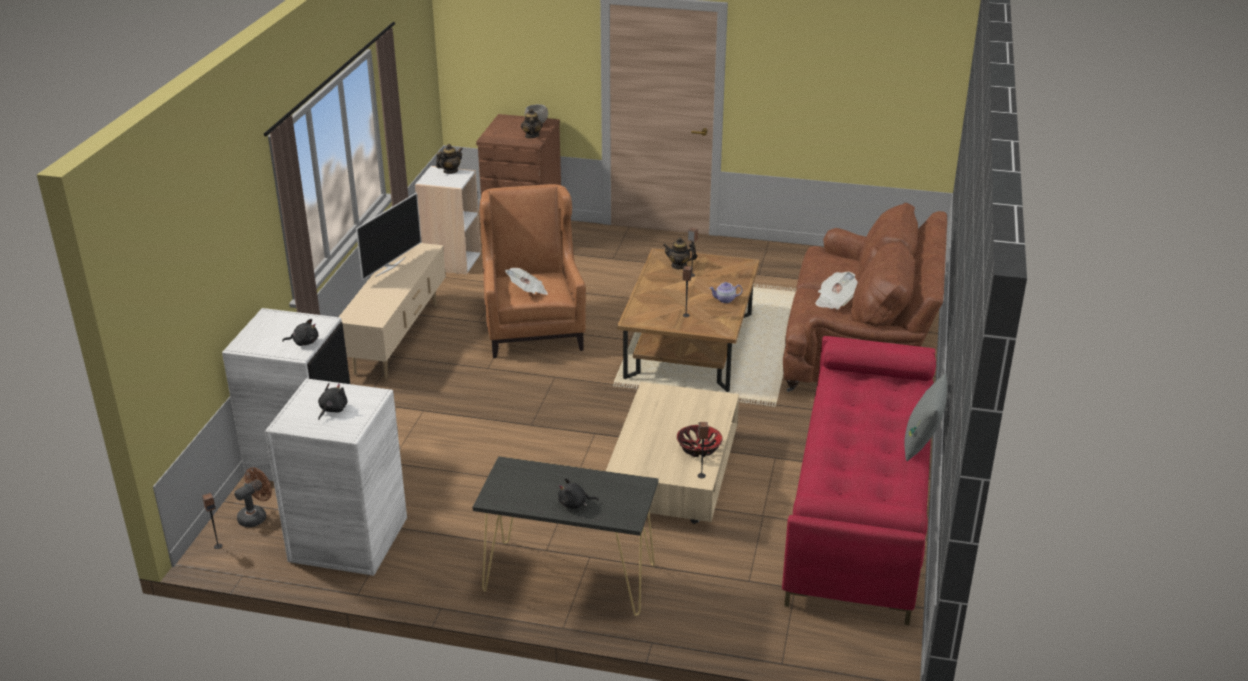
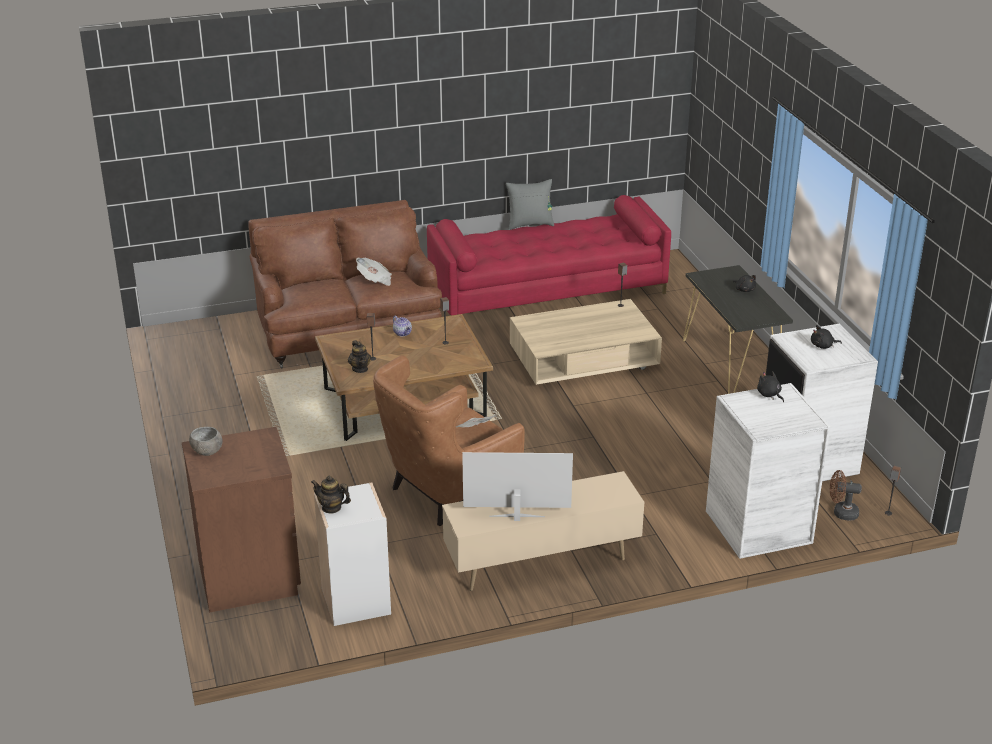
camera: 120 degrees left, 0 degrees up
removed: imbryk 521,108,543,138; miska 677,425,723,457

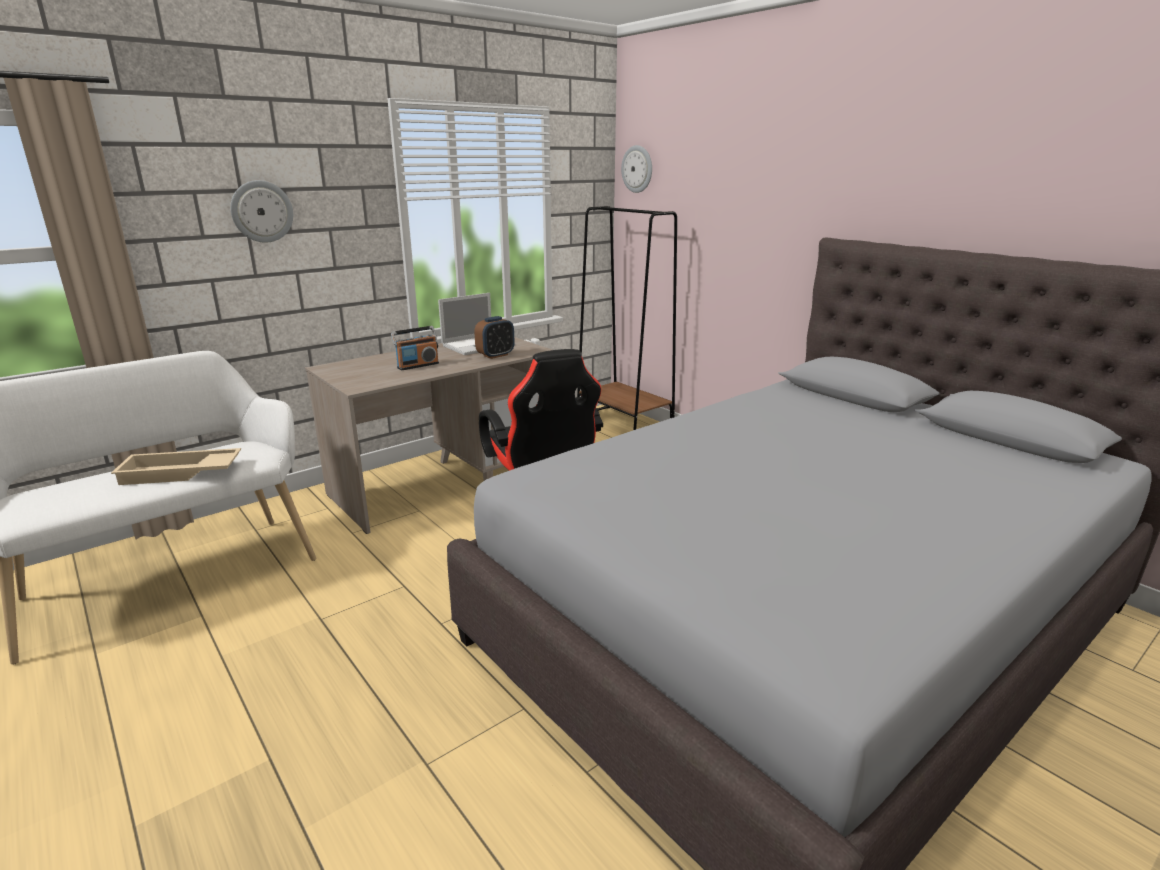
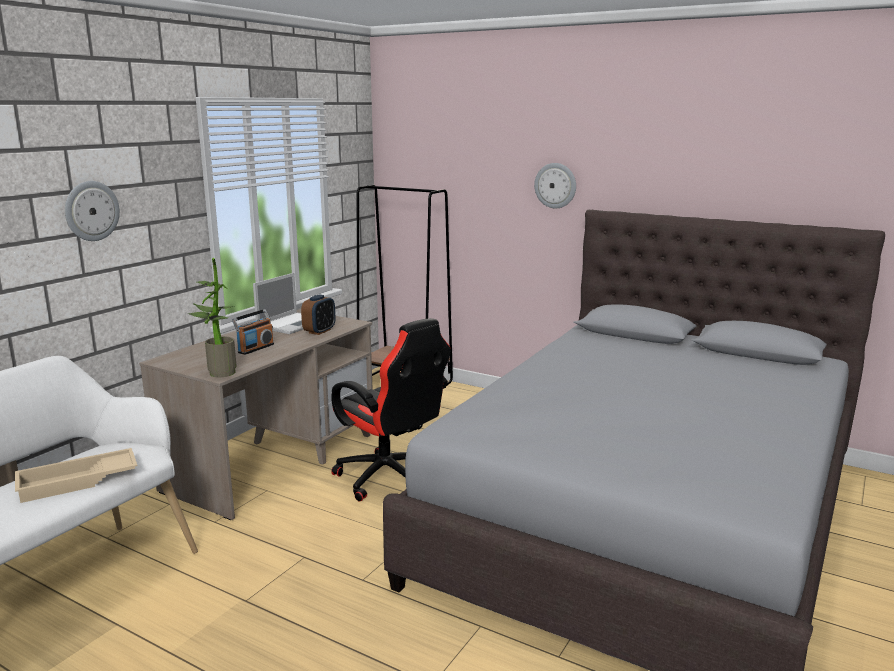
camera: 20 degrees left, 5 degrees down
added: roślina doniczkowa 188,257,237,377
moved: zegar ścienny 621,145,652,193 to 534,163,576,209

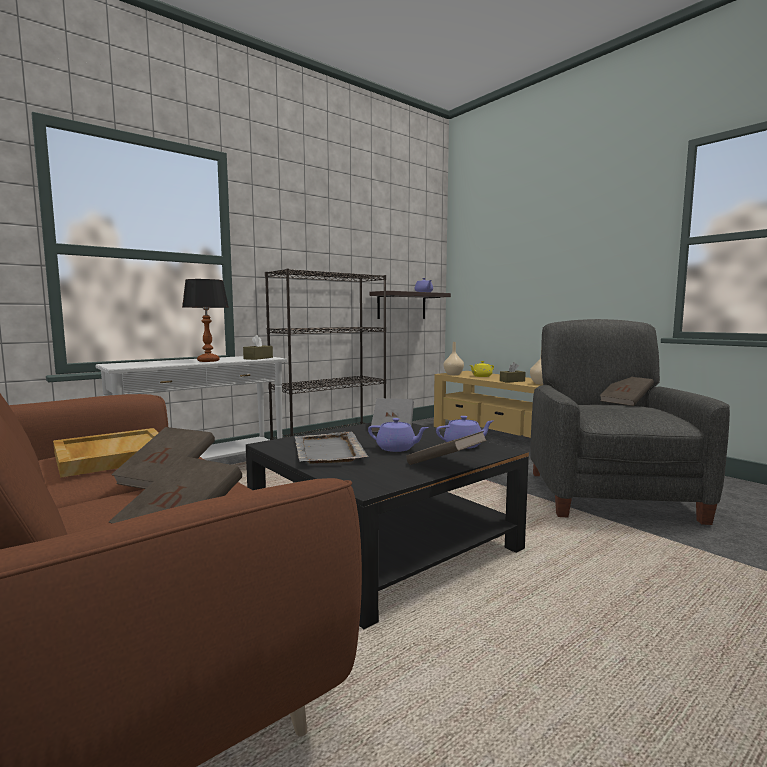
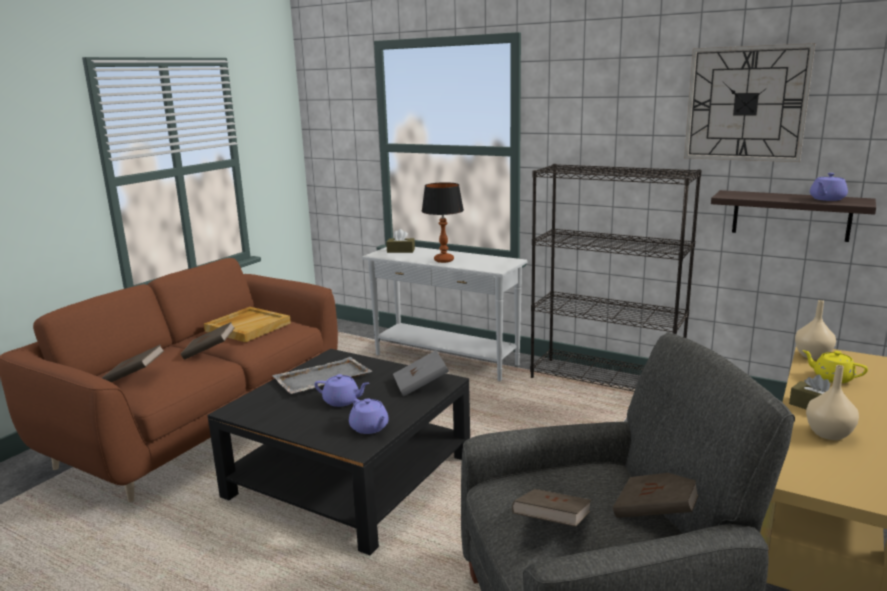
camera: 70 degrees right, 10 degrees up
added: zegar ścienny 684,43,816,162
moved: pudełko chusteczek [brązowy] 243,335,273,360 to 386,229,415,253; książka [brązowy] 407,431,487,465 to 512,489,592,527
turned: imbryk [fioletowy] 368,418,429,452 = 314,374,369,407 75 degrees counterclockwise

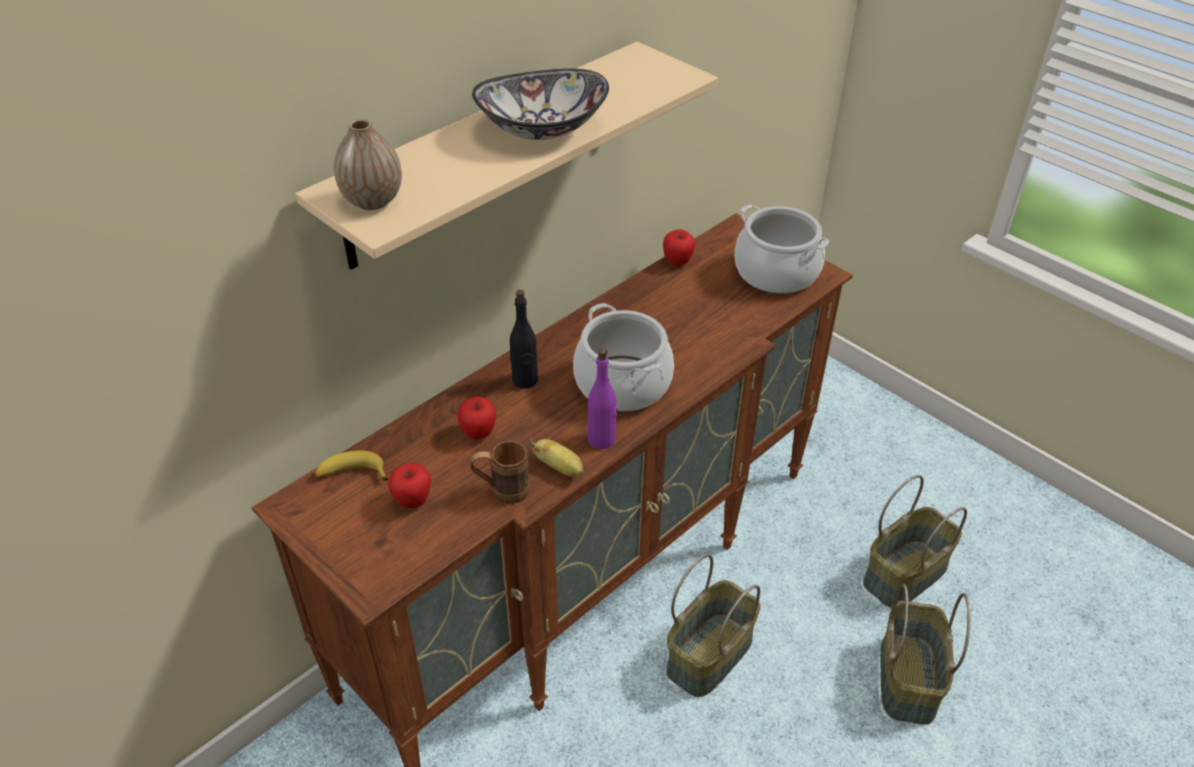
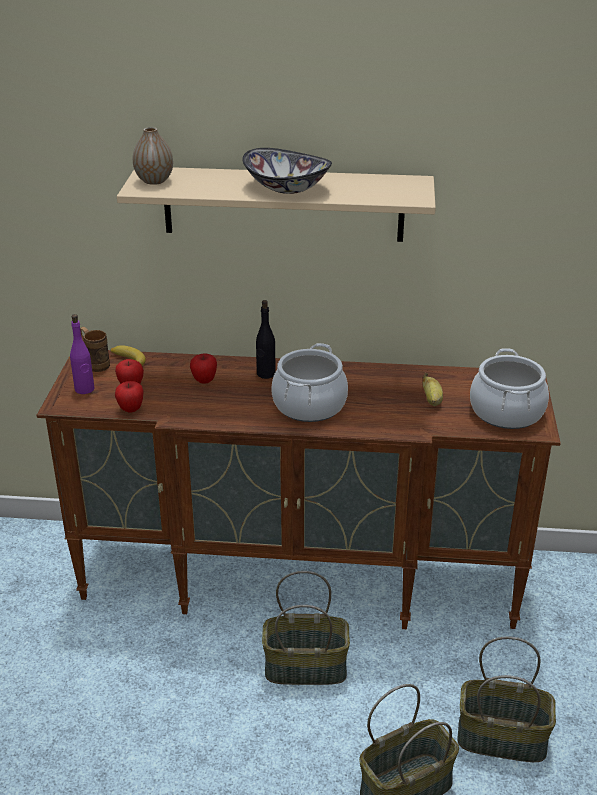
camera: 50 degrees right, 10 degrees down
moved: kubek [brązowy] 470,441,529,504 to 80,327,110,372; banan 529,438,583,476 to 423,373,443,406; butelka [fioletowy] 588,348,617,449 to 70,314,94,394; jabłko 663,229,695,266 to 115,381,143,413

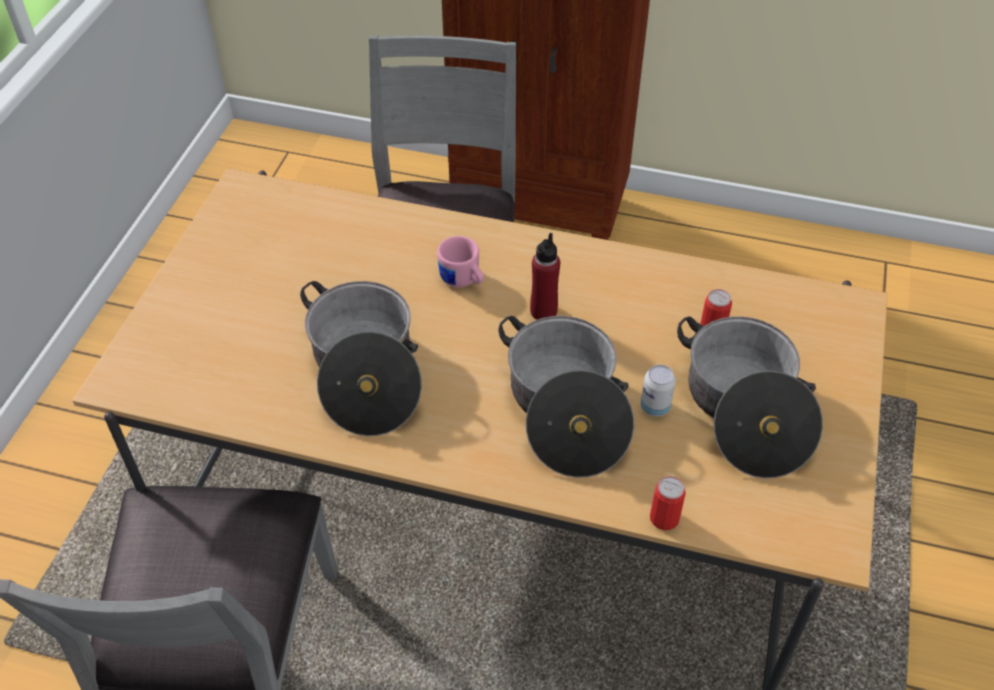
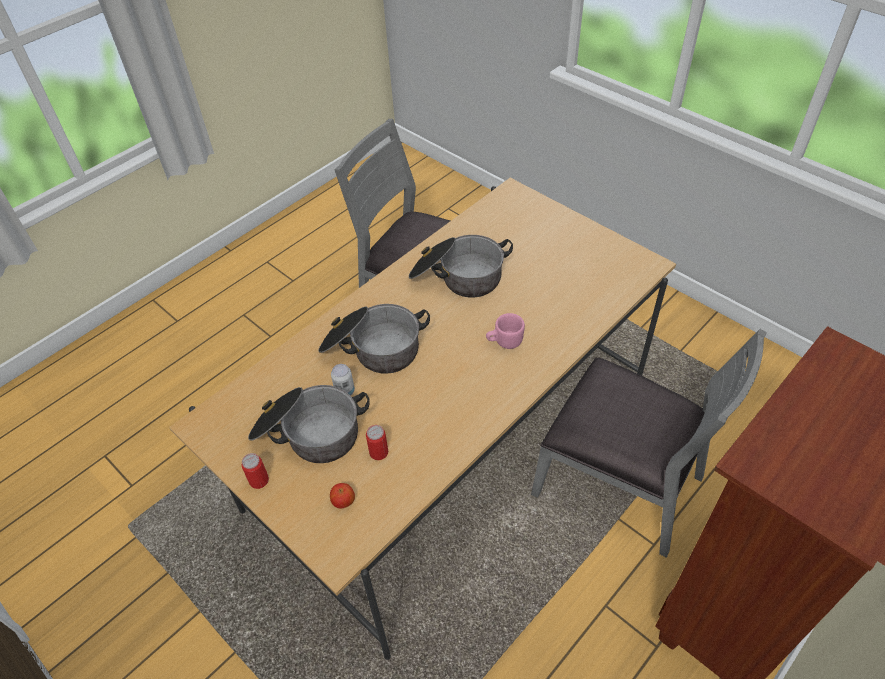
camera: 120 degrees right, 0 degrees up
removed: butelka [czerwony] 530,233,560,320
added: jabłko 330,483,355,508
moved: puszka 650,476,686,530 to 241,453,269,489

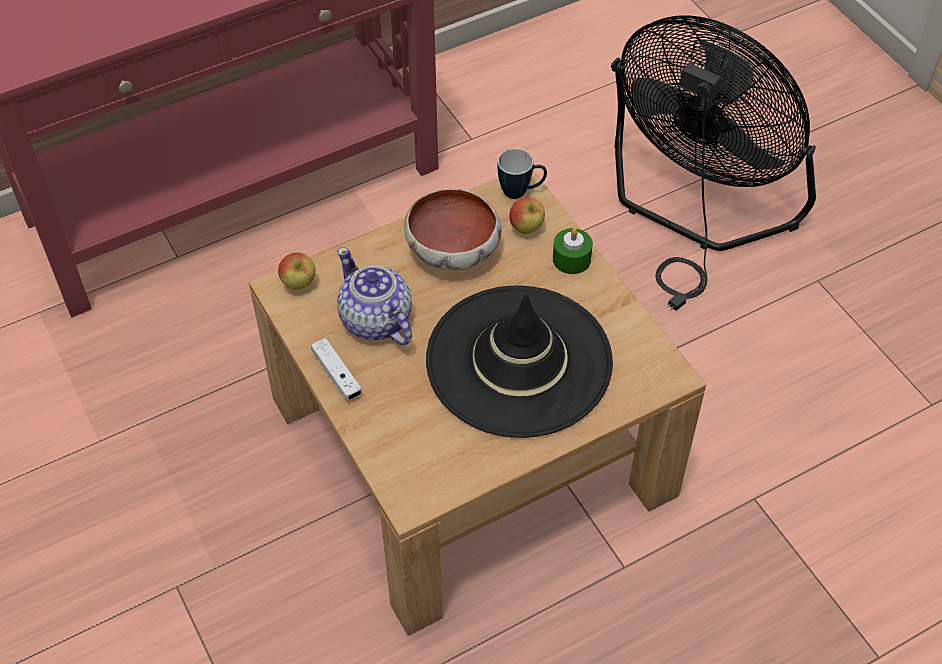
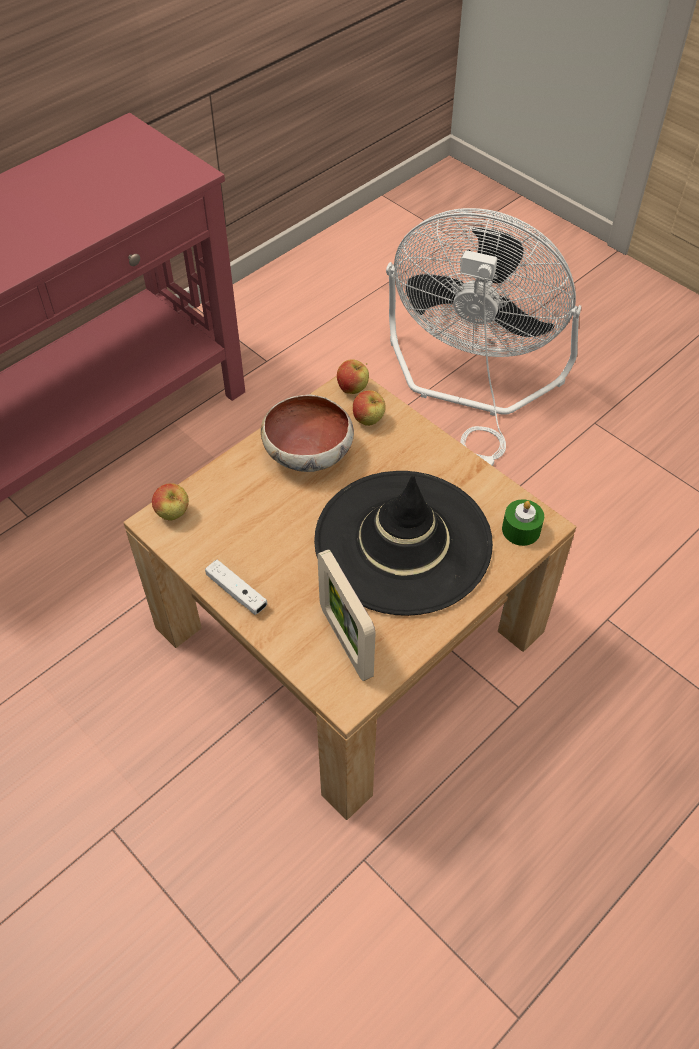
camera: 15 degrees left, 0 degrees up
removed: imbryk 337,247,412,345
added: ramka na zdjęcie 317,549,376,681
moved: świeca [zielony] 553,228,593,274 to 502,499,544,546
replaced: kubek 497,148,547,199 to jabłko 337,359,369,394
recoloured: wentylator [czarny] 611,15,816,311 to wentylator [biały] 386,208,581,466

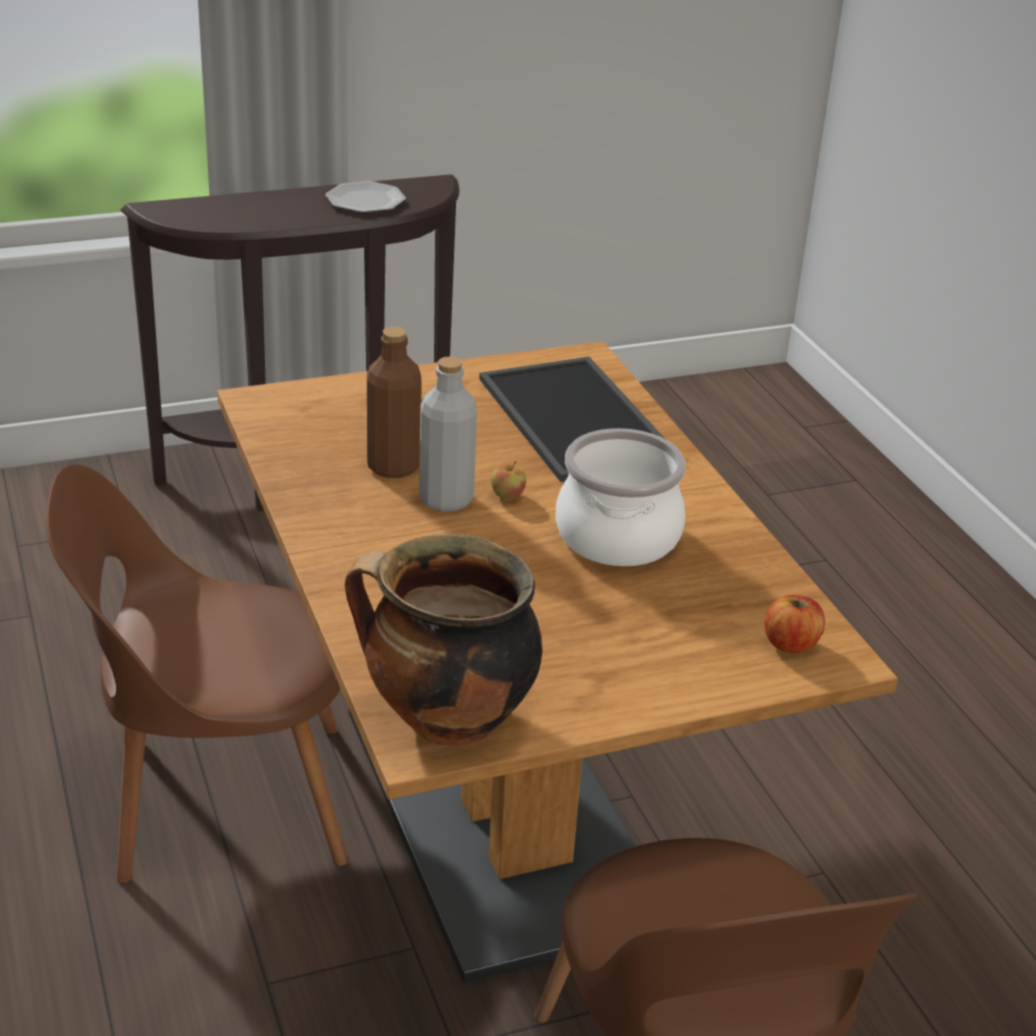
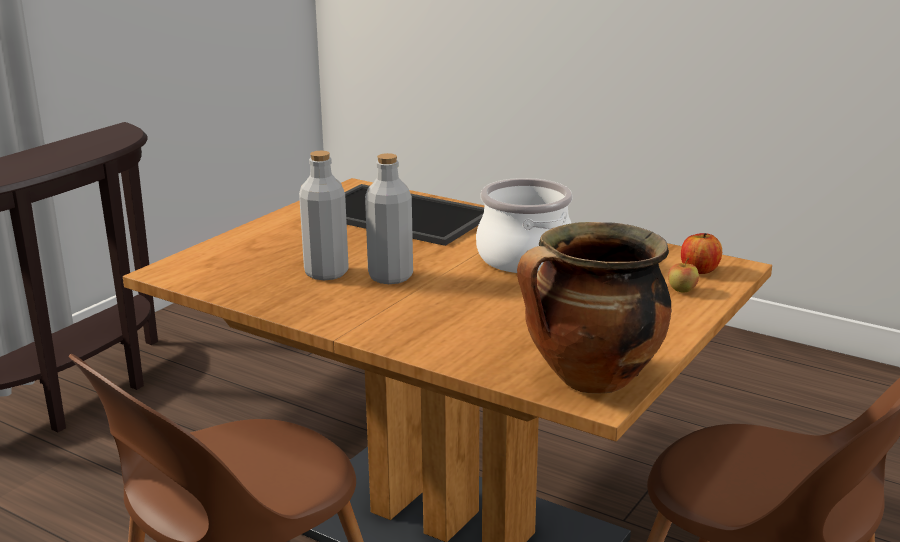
camera: 35 degrees left, 10 degrees down
removed: talerz 326,181,406,213
moved: jabłko 491,461,526,500 to 668,258,699,292
recoloured: butelka [brązowy] 367,327,422,478 to butelka [szary] 299,151,349,280

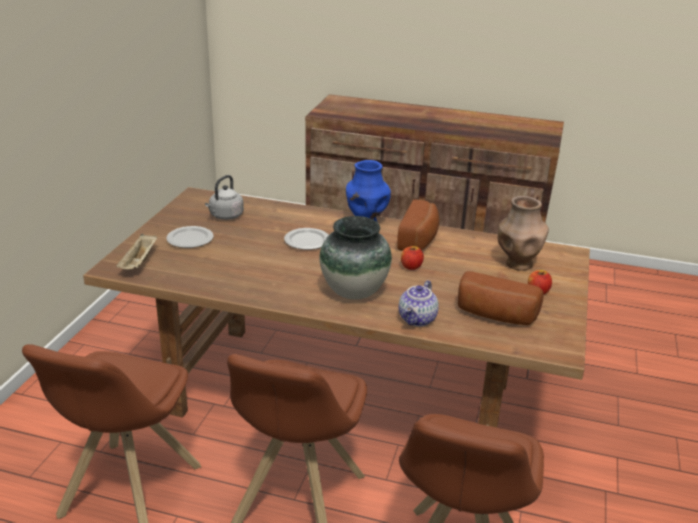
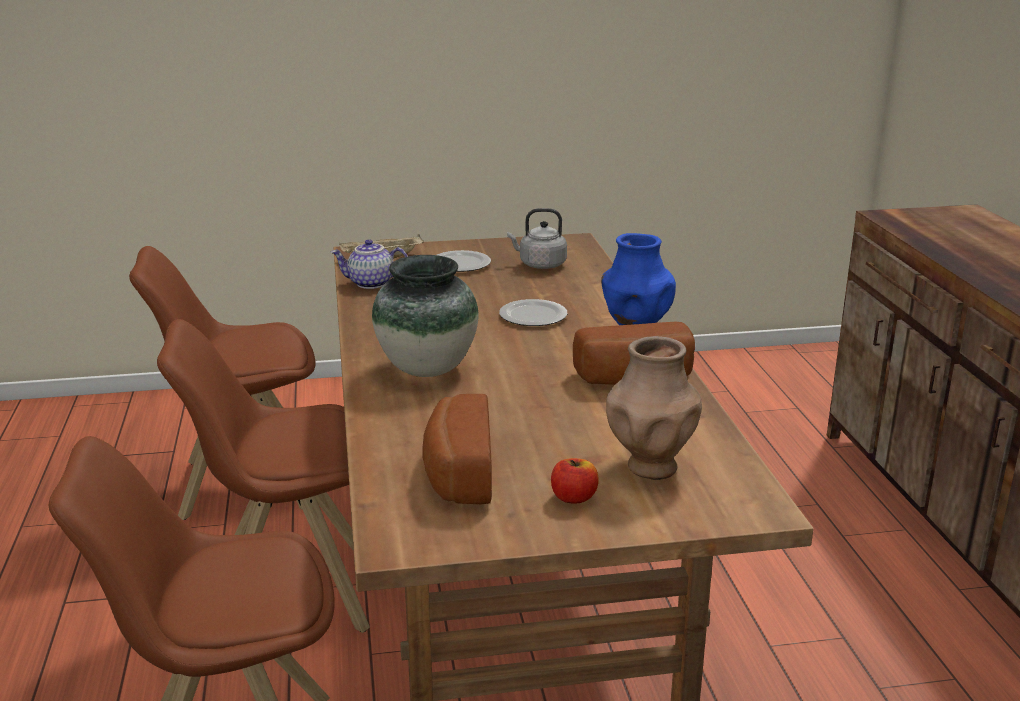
camera: 65 degrees right, 5 degrees down
removed: jabłko 401,246,424,270
moved: imbryk 399,280,439,327 to 331,239,408,289

